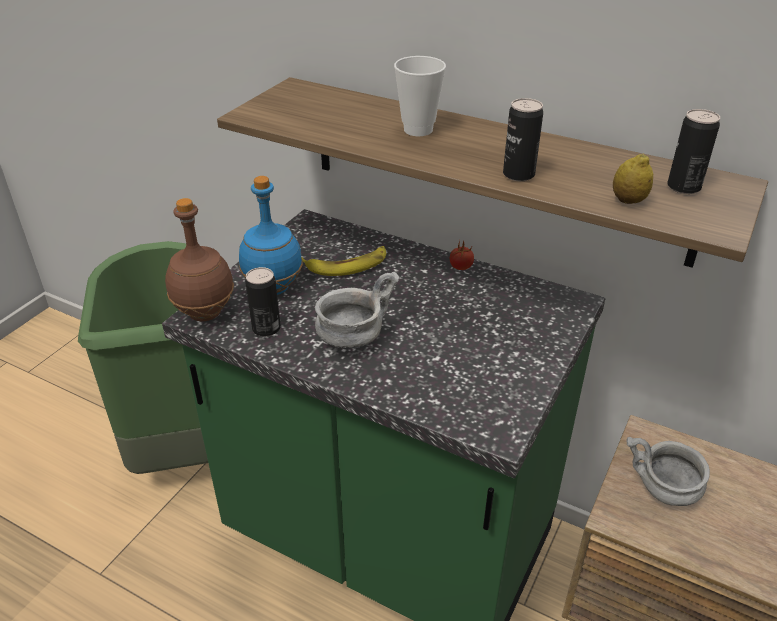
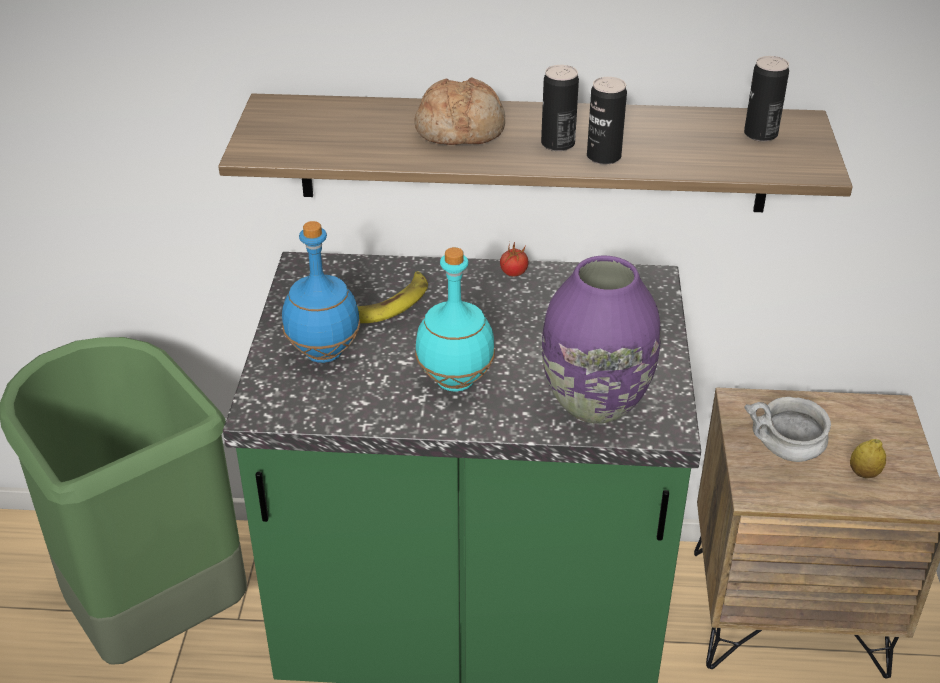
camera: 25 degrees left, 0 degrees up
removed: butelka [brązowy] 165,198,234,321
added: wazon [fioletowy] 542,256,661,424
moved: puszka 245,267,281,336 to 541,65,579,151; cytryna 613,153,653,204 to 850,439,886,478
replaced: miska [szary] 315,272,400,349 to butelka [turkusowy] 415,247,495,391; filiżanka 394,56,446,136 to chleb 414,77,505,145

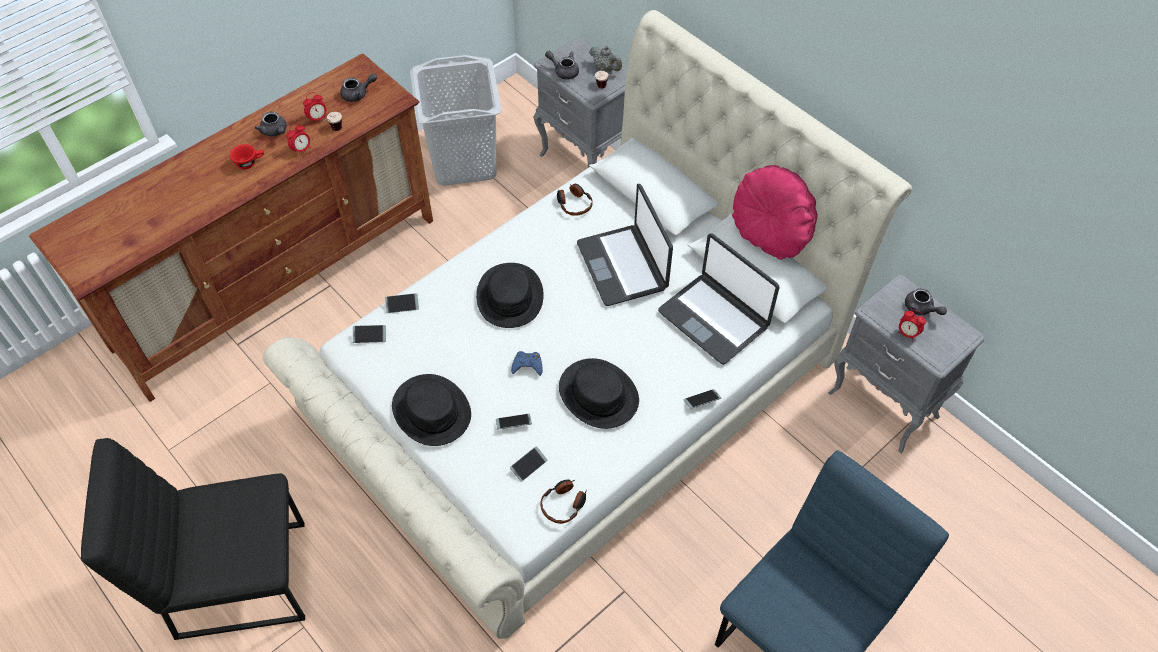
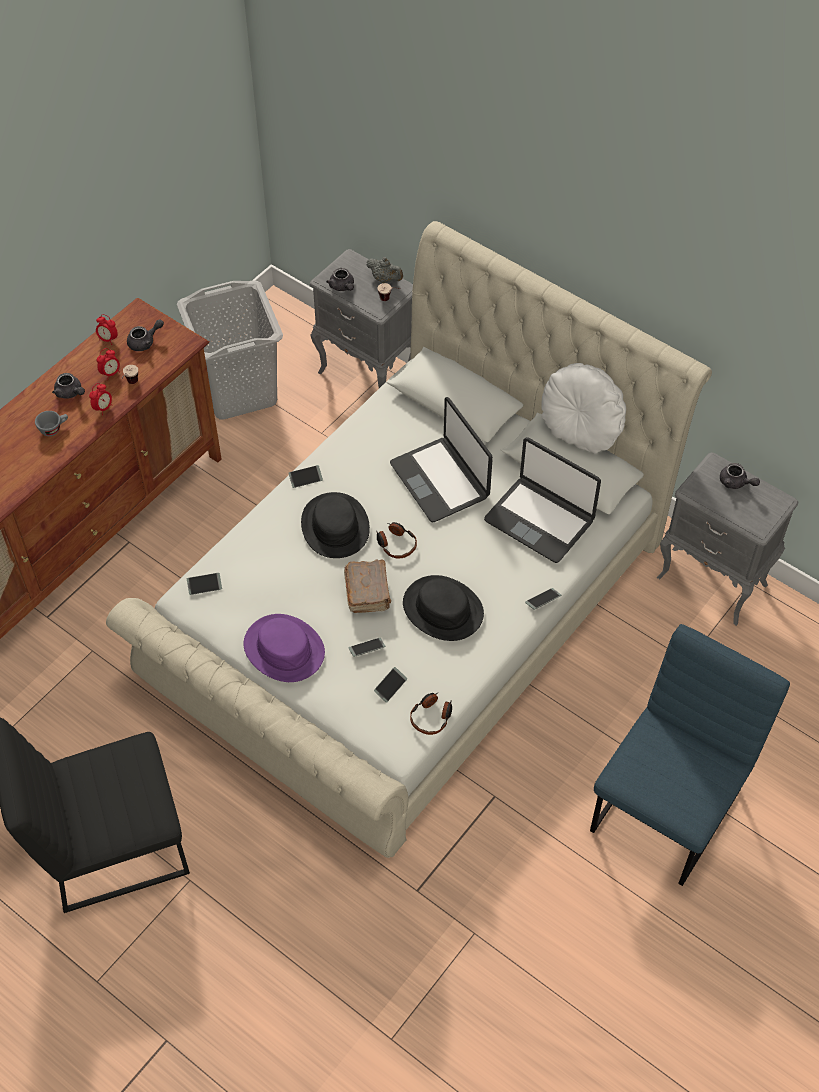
camera: 10 degrees left, 0 degrees up
moved: telefon 385,293,419,313 to 288,465,323,488; słuchawki 557,184,593,216 to 377,522,417,559; budzik 898,310,926,342 to 96,314,118,345
replaced: pad do gier [niebieski] 511,351,543,376 to książka [brązowy] 344,559,391,613
recoloured: filiżanka [czerwony] 230,144,264,169 to filiżanka [szary] 35,411,68,436; kapelusz [czarny] 392,374,471,446 to kapelusz [fioletowy] 243,614,325,682; poduszka [różowy] 732,165,817,260 to poduszka [biały] 542,363,626,453
turned: imbryk [szary] 545,51,579,79 = 326,268,354,291 135 degrees counterclockwise

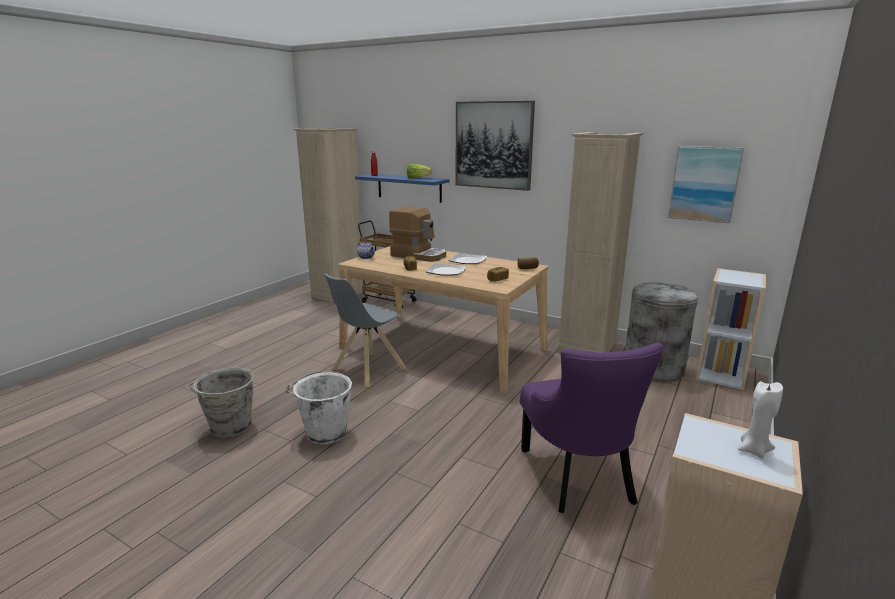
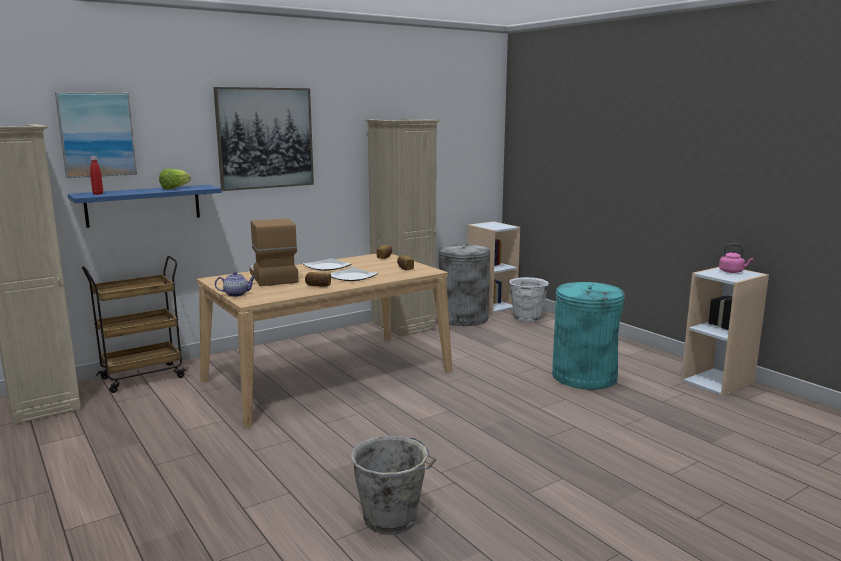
camera: 65 degrees left, 5 degrees down
removed: krzesło [szary] 323,273,407,387
moved: wiadro [biały] 286,372,352,445 to 507,277,549,322; obraz 668,146,744,223 to 55,92,137,178
replaced: krzesło [fioletowy] 519,343,664,513 to kosz na śmieci [turkusowy] 552,282,625,389; świeca [biały] 738,381,783,458 to czajnik [różowy] 719,244,753,273
turned: ekspres do kawy 389,206,446,262 = 250,218,299,286 75 degrees counterclockwise

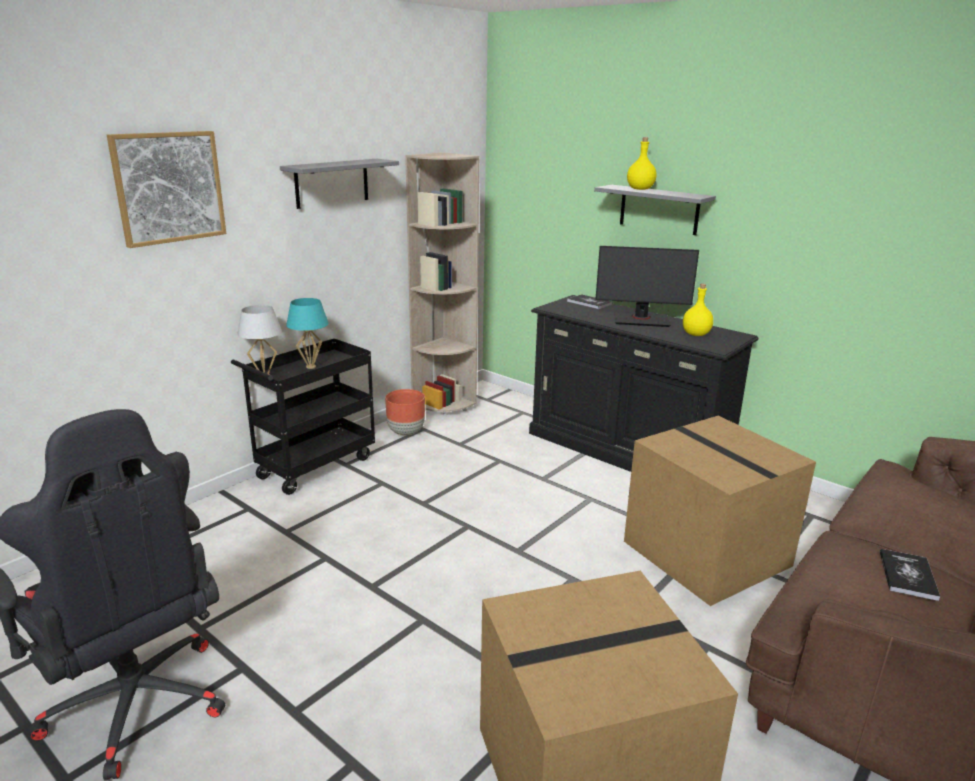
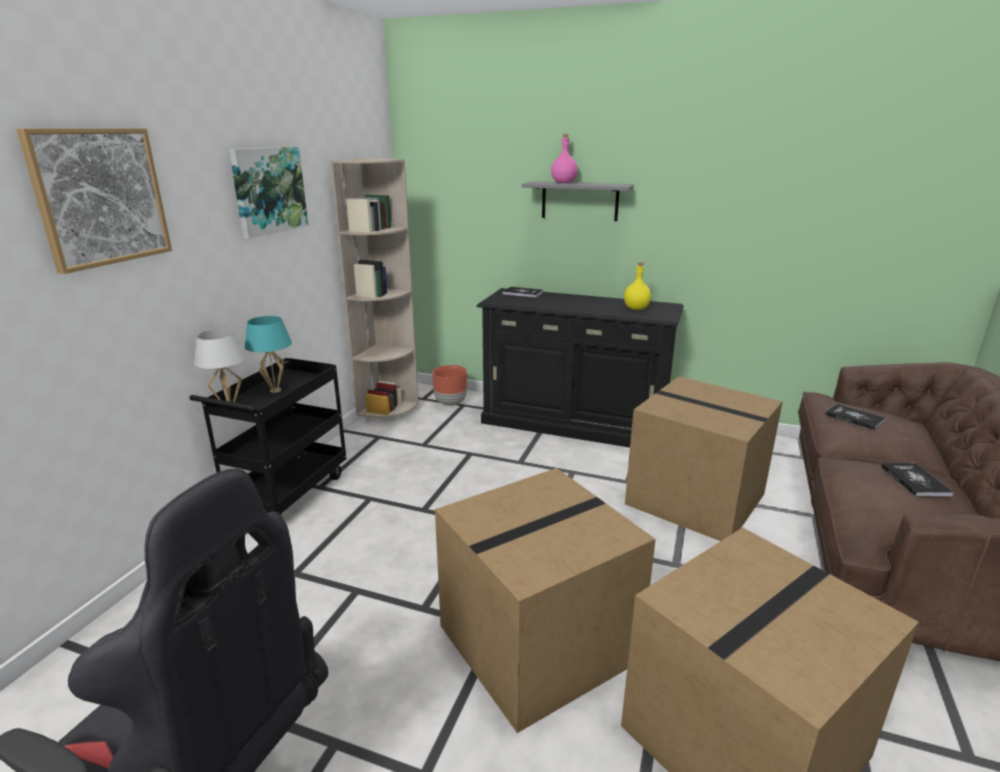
camera: 20 degrees left, 0 degrees up
removed: monitor 595,246,699,327
added: karton 435,468,656,733; książka 825,404,886,430
moved: donica [brązowy] 385,389,425,435 to 432,365,467,406
replaced: półka [szary] 280,159,399,209 to obraz 229,147,308,239
recoloured: butelka [żółty] 627,137,657,190 to butelka [różowy] 551,134,578,183

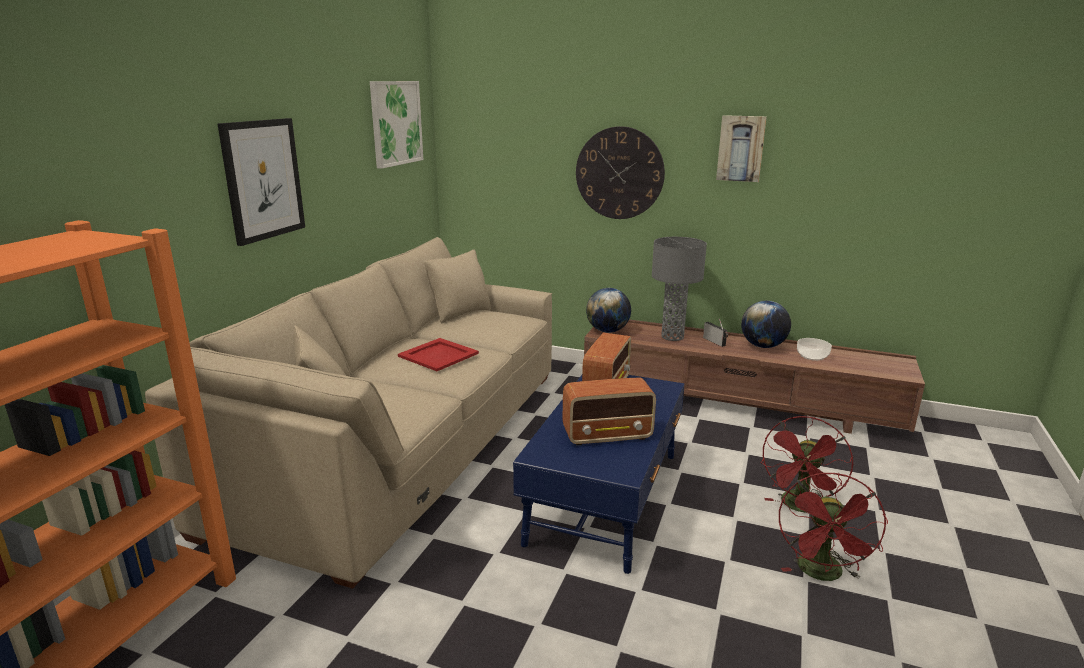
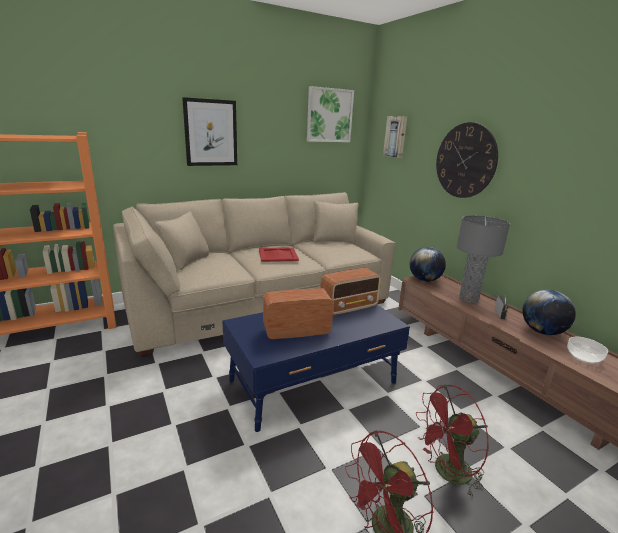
camera: 40 degrees right, 0 degrees up
moved: obraz 716,115,767,182 to 383,116,407,158
turned: radio 562,378,656,445 = 263,288,334,340 135 degrees clockwise

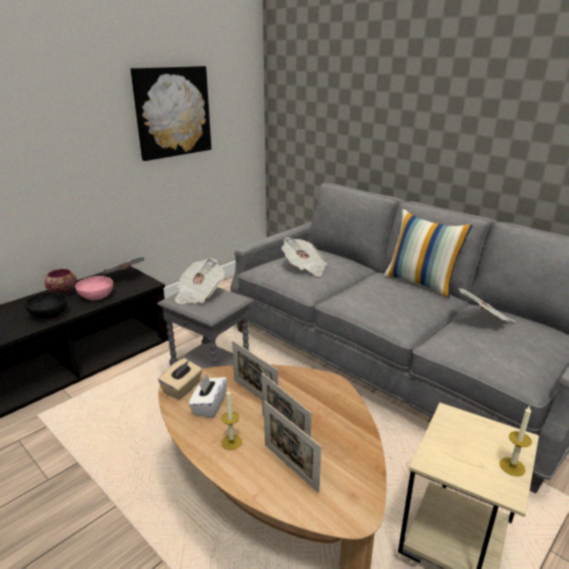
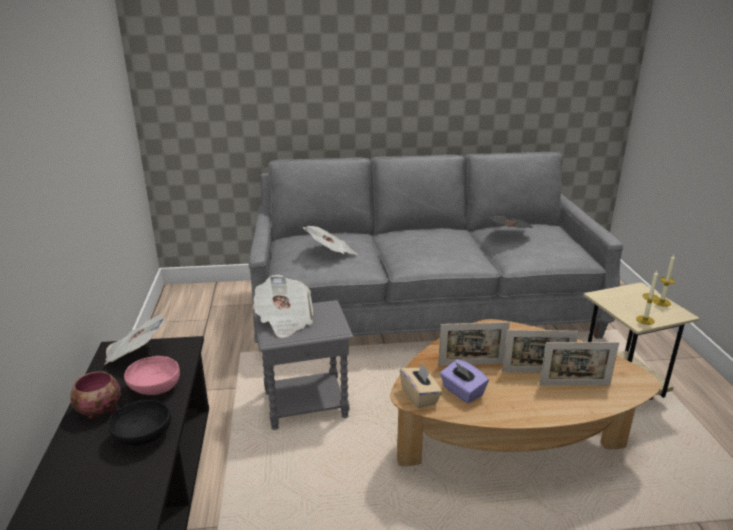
camera: 50 degrees left, 0 degrees up
removed: obraz 131,66,211,161; poduszka 384,209,473,298
moved: świeca 221,389,242,450 to 636,271,659,325
recoloured: pudełko chusteczek [biały] 189,374,227,418 to pudełko chusteczek [fioletowy] 440,359,489,403

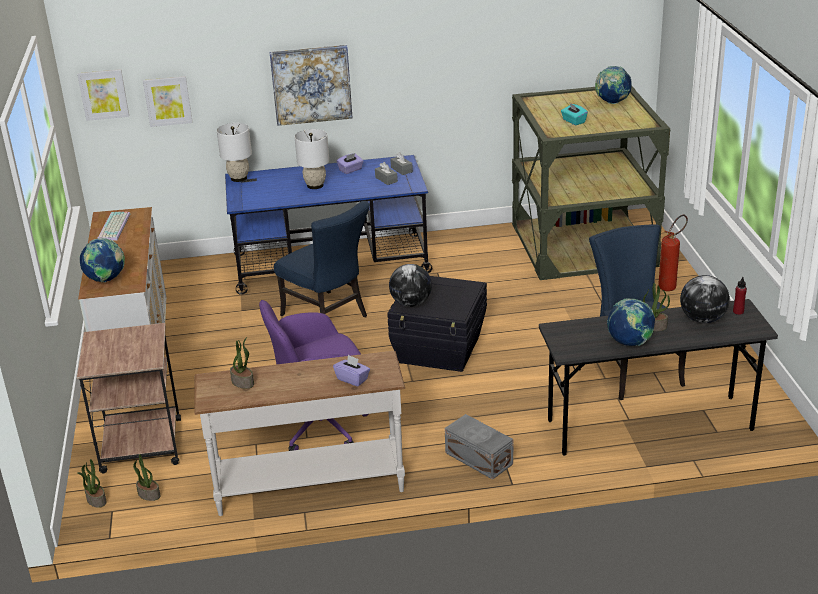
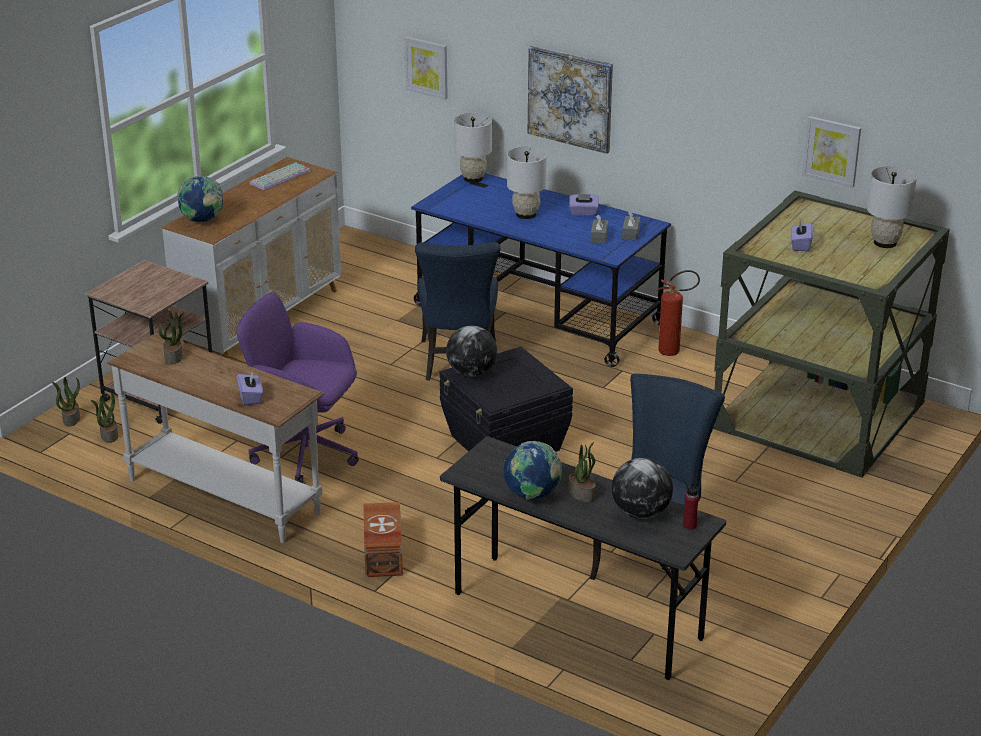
camera: 40 degrees right, 0 degrees up
moved: obraz 77,69,129,121 to 802,116,861,188; gaśnica 658,215,688,291 to 658,270,700,356
replaced: globus 595,66,632,104 to lampa stołowa [biały] 867,166,917,248
recoloured: pojemnik do przechowywania [szary] 445,414,513,480 to pojemnik do przechowywania [brązowy] 363,502,403,577; pudełko chusteczek [turkusowy] 561,103,588,125 to pudełko chusteczek [fioletowy] 791,220,813,252

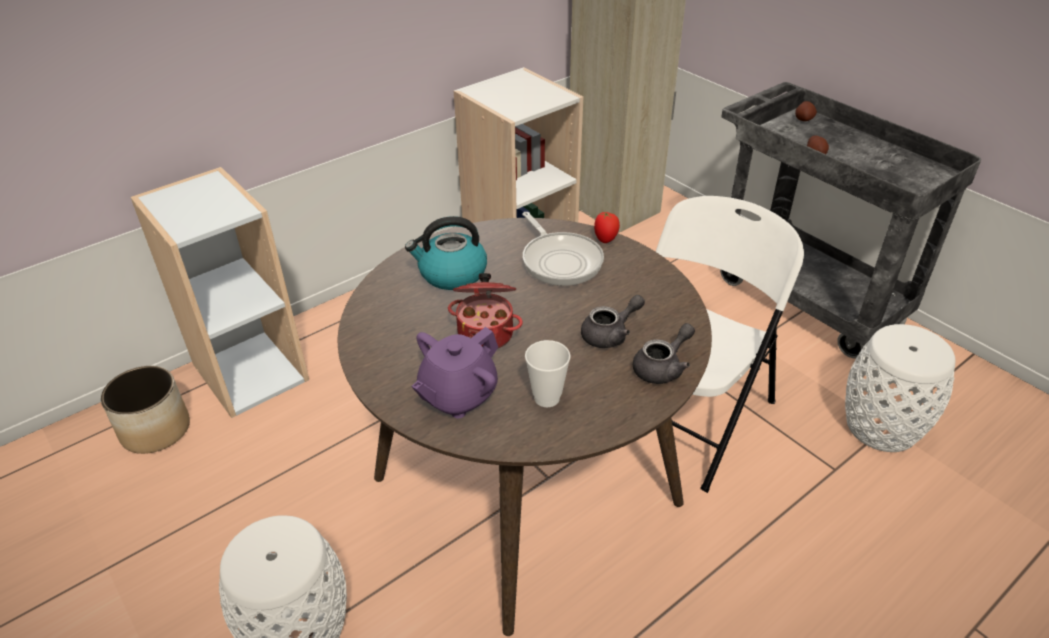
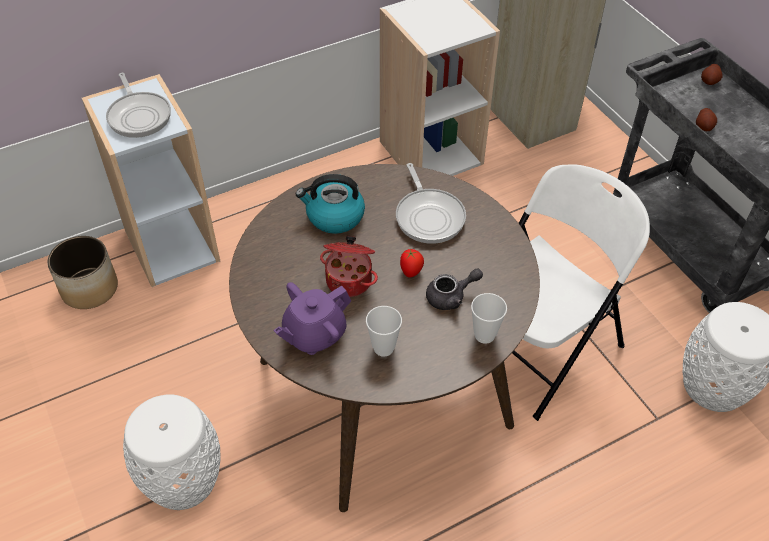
camera: 10 degrees right, 10 degrees up
added: patelnia 106,73,171,138
moved: pomidor 594,211,620,243 to 400,248,424,278
replaced: imbryk [szary] 633,323,695,384 to filiżanka 471,293,507,344

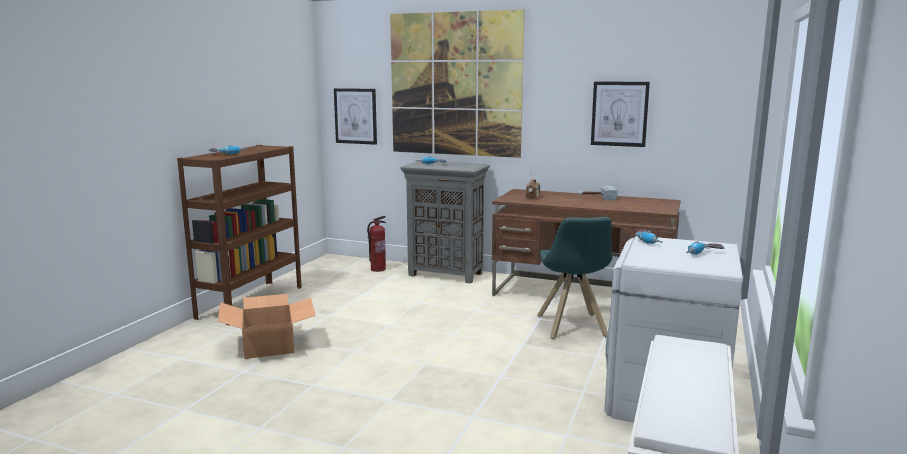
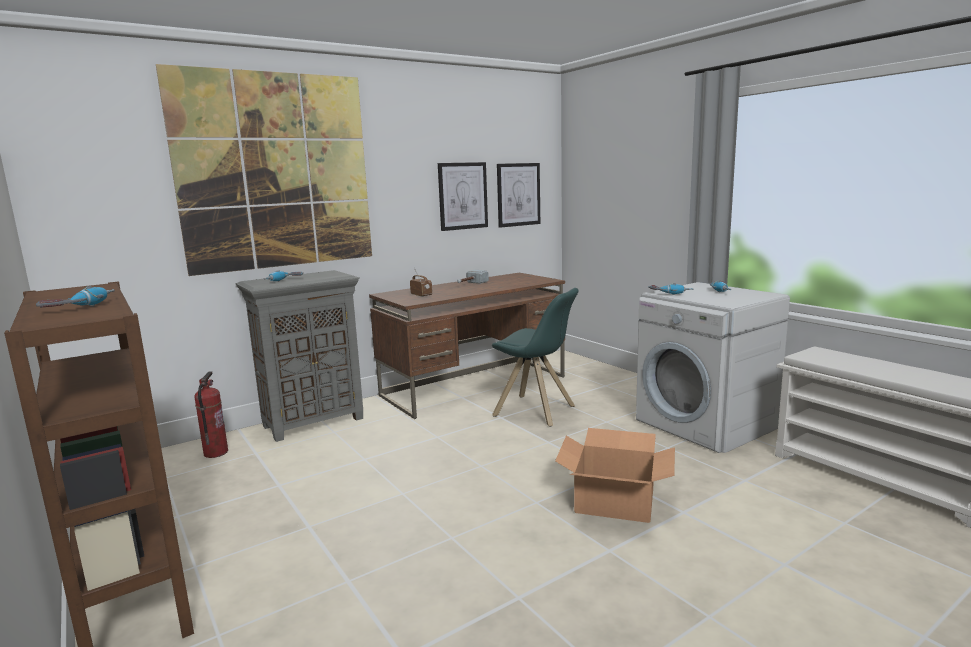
camera: 55 degrees left, 0 degrees up
moved: karton 218,294,316,359 to 555,428,675,523; obraz 334,88,377,145 to 497,163,540,228

